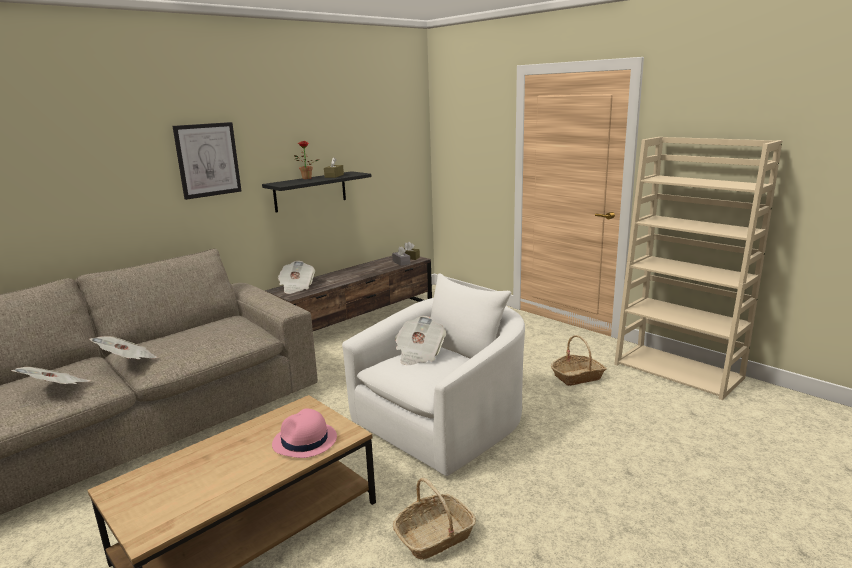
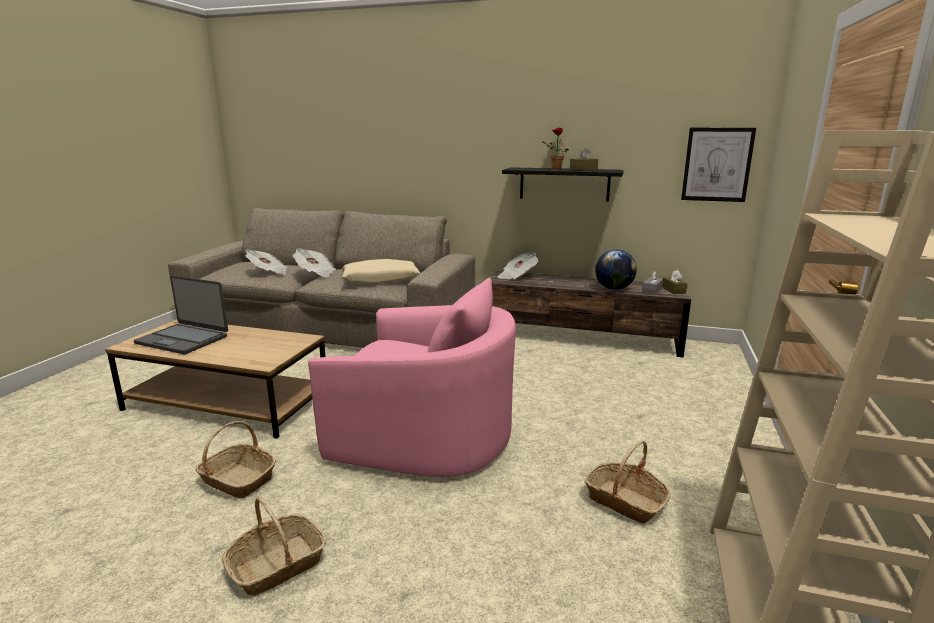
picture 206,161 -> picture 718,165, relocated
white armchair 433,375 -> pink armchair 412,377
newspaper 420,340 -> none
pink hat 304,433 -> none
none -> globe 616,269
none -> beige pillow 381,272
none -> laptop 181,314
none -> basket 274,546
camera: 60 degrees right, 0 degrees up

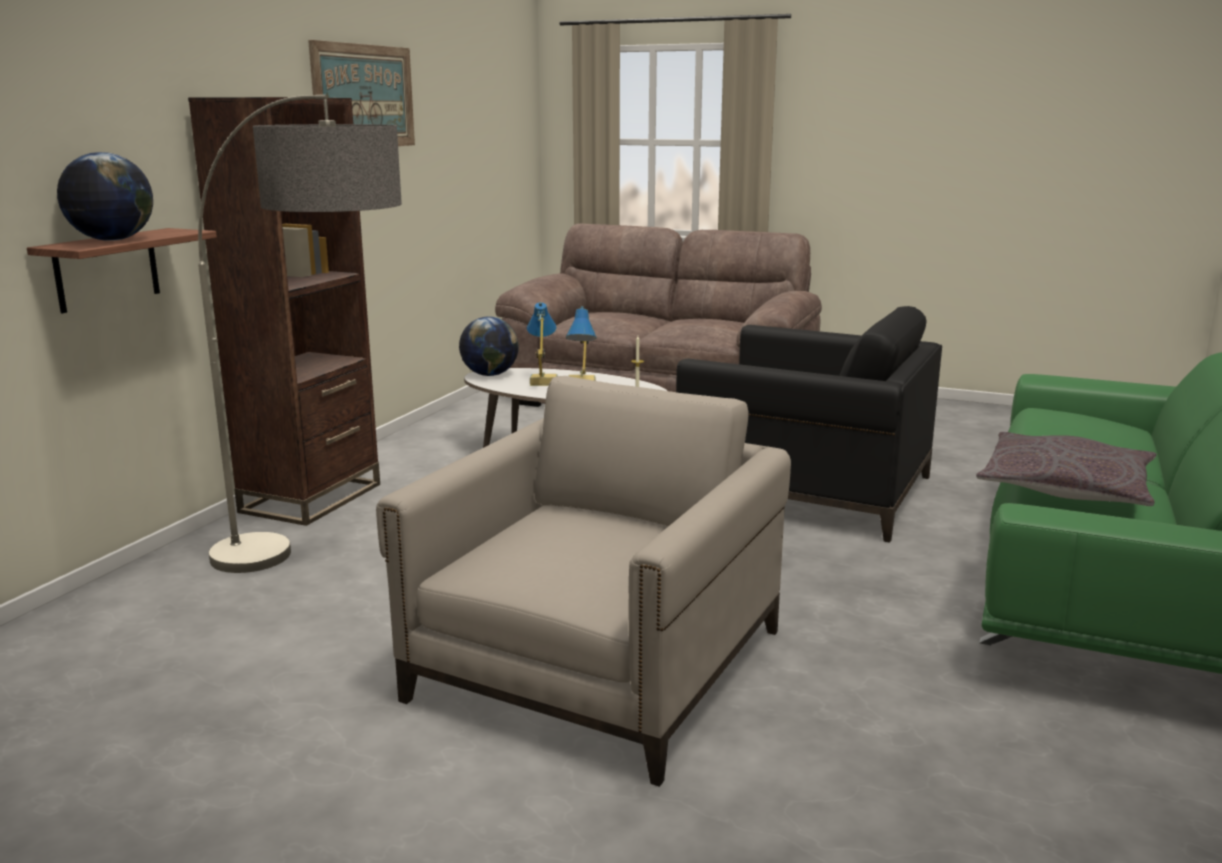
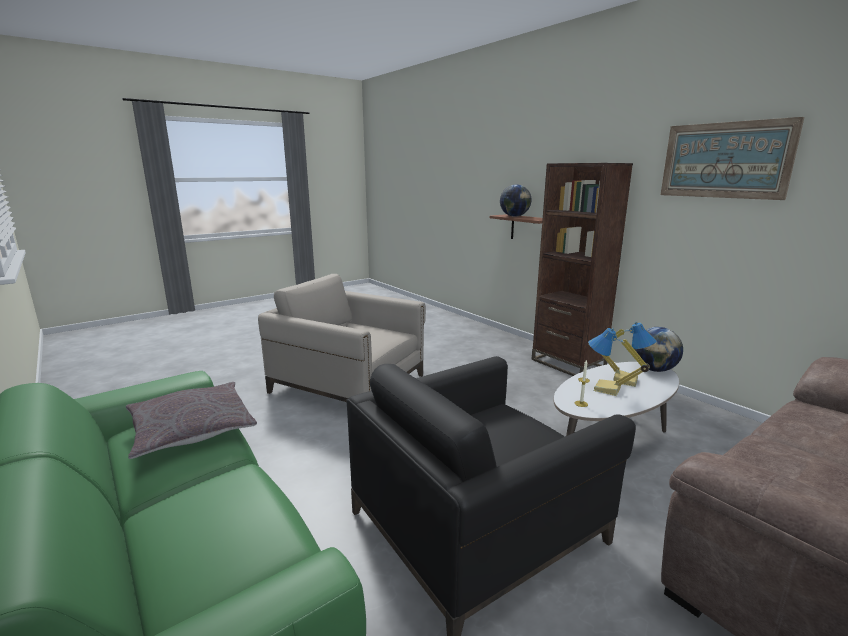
floor lamp 300,334 -> none
beige armchair 583,581 -> beige armchair 342,338, 150 degrees clockwise
camera: 120 degrees right, 0 degrees up

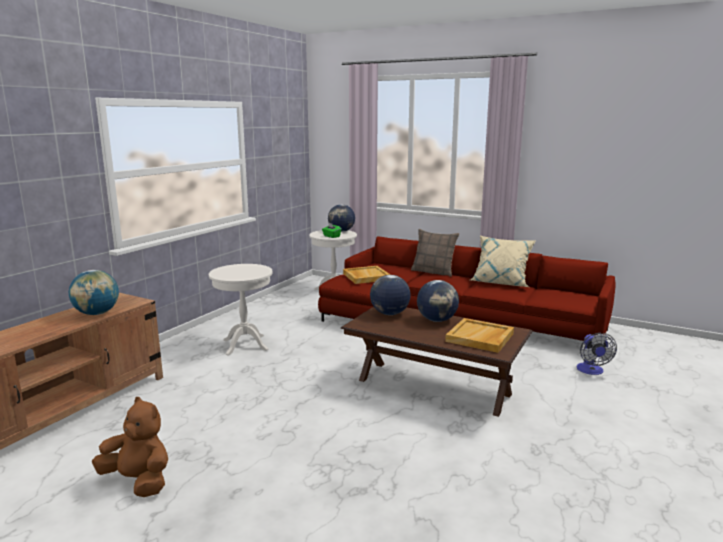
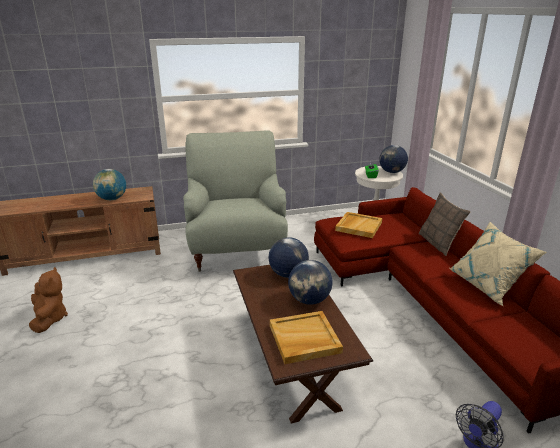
white side table 241,310 -> grey armchair 235,201
camera: 45 degrees right, 10 degrees up

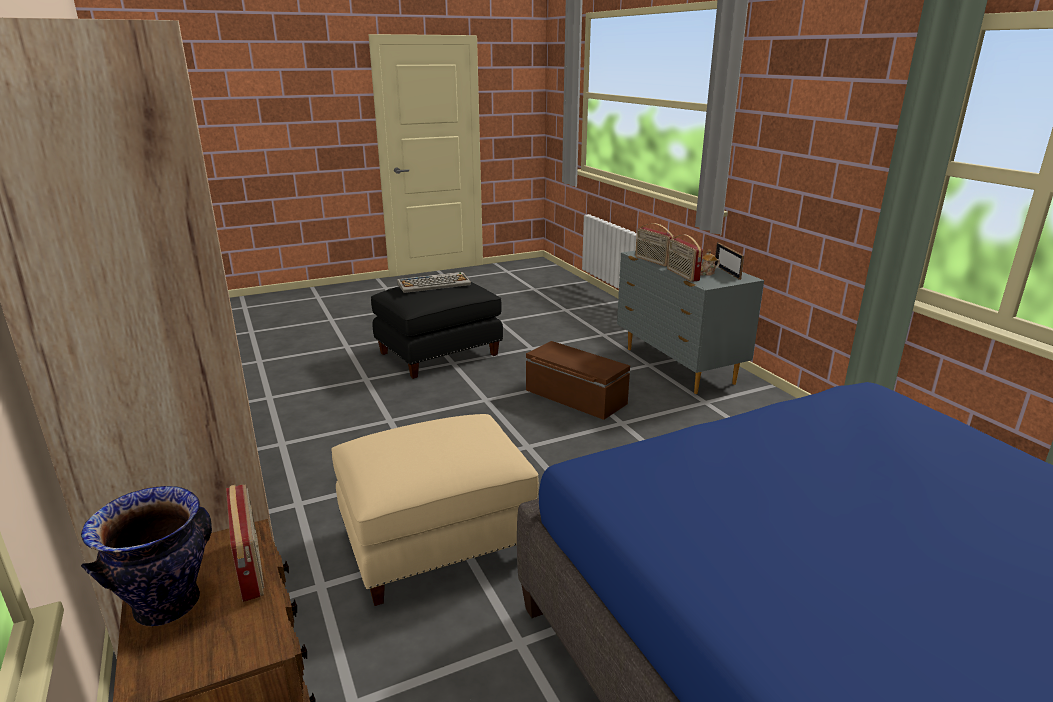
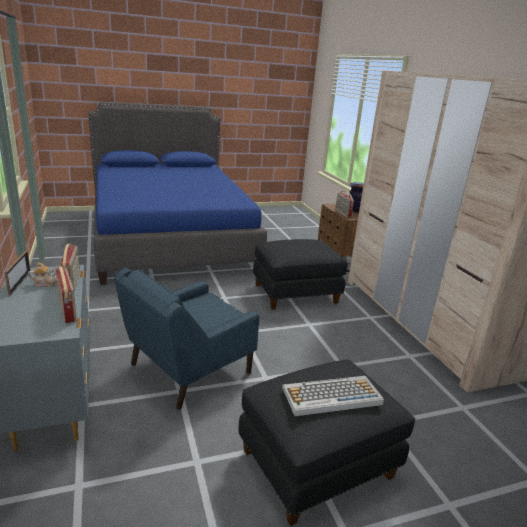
brown storage box 578,380 -> blue armchair 186,339
beige ottoman 435,510 -> black ottoman 300,274
camera: 175 degrees left, 0 degrees up

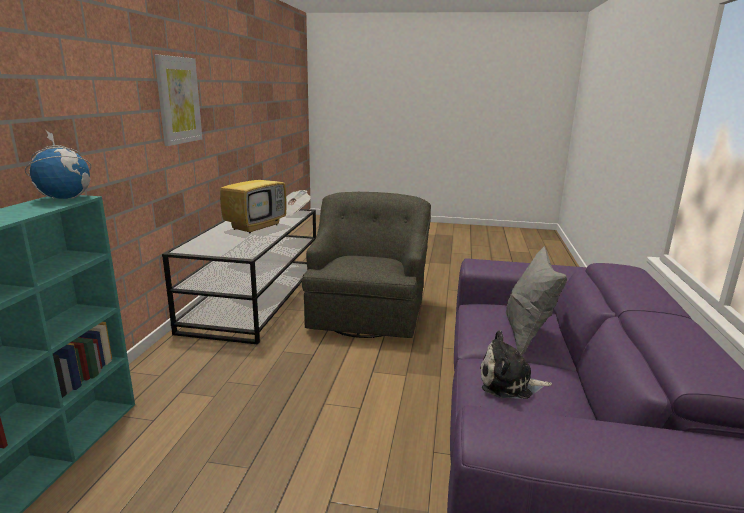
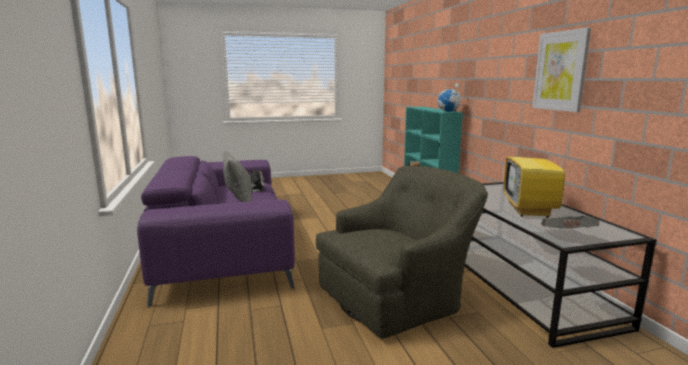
green armchair 366,265 -> green armchair 402,252, 105 degrees counterclockwise
camera: 155 degrees right, 5 degrees down

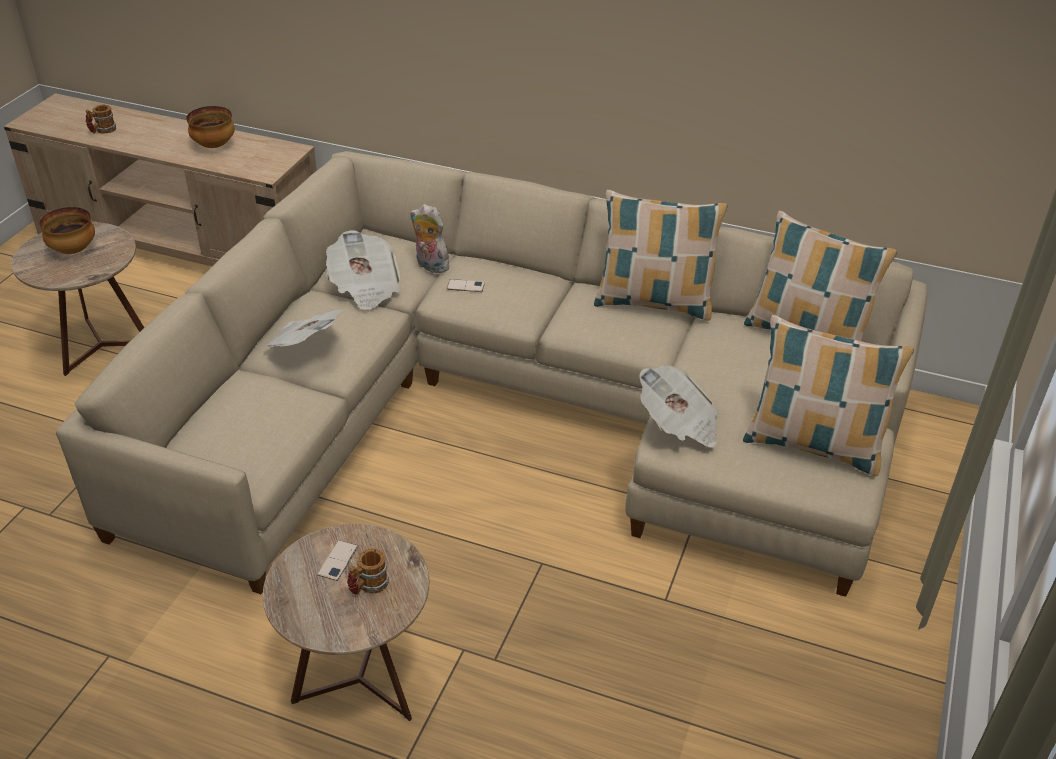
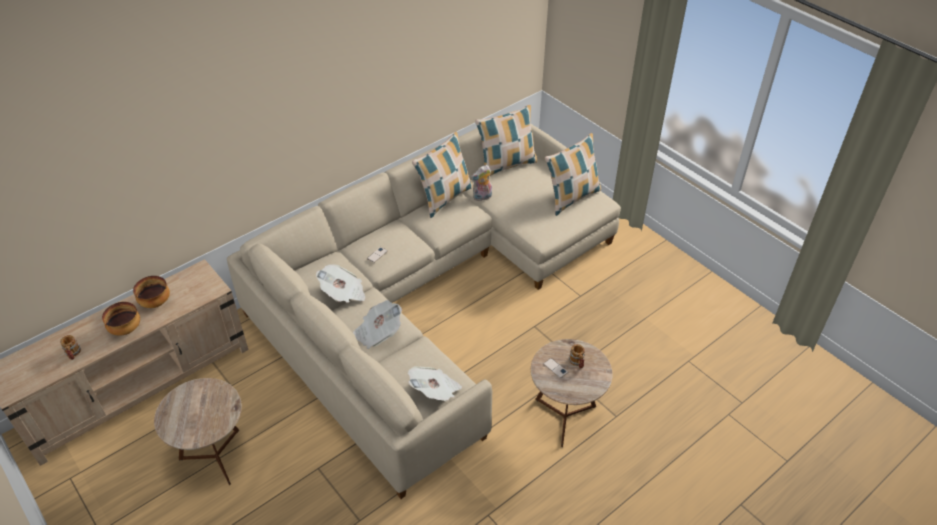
plush toy 432,238 -> plush toy 481,183, relocated
bowl 67,230 -> bowl 121,319, relocated
newspaper 679,406 -> newspaper 435,383, relocated
camera: 60 degrees left, 5 degrees up

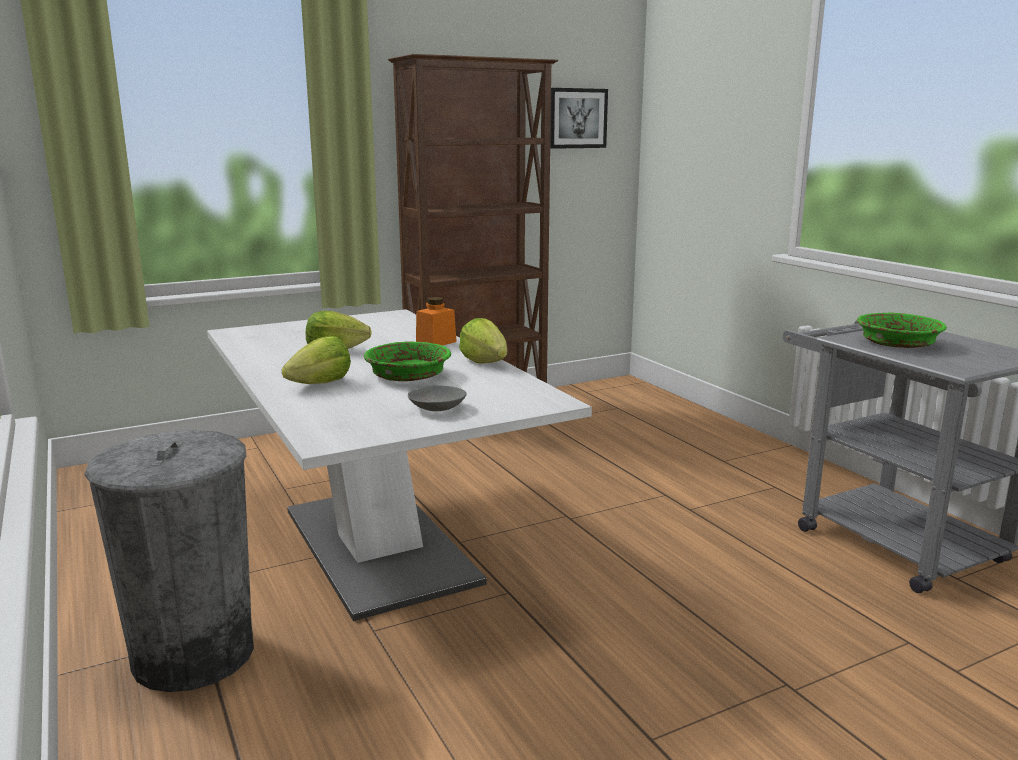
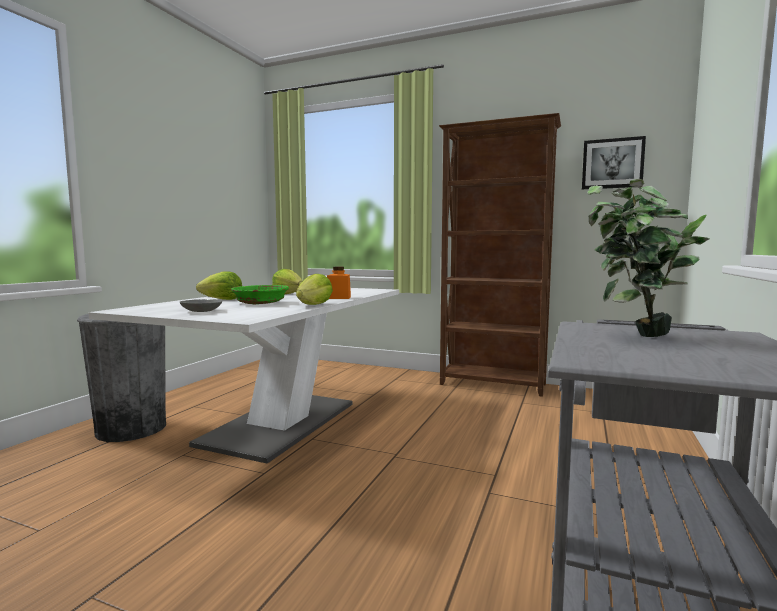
green bowl 902,330 -> potted plant 648,258
camera: 50 degrees right, 10 degrees down

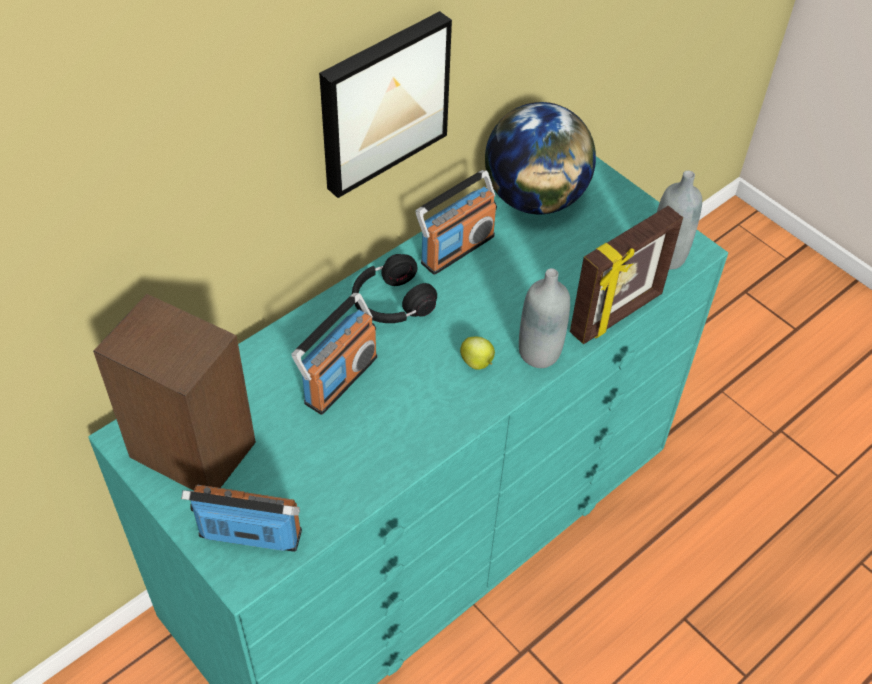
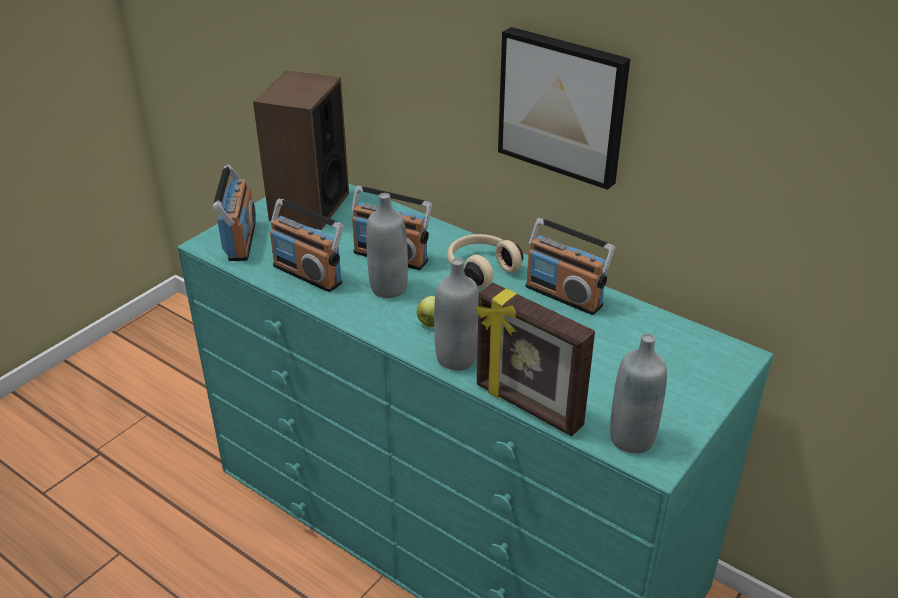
globe 540,158 -> none
black headphones 394,288 -> beige headphones 485,261
none -> grey bottle 387,245
none -> radio 307,245
camera: 80 degrees right, 15 degrees down

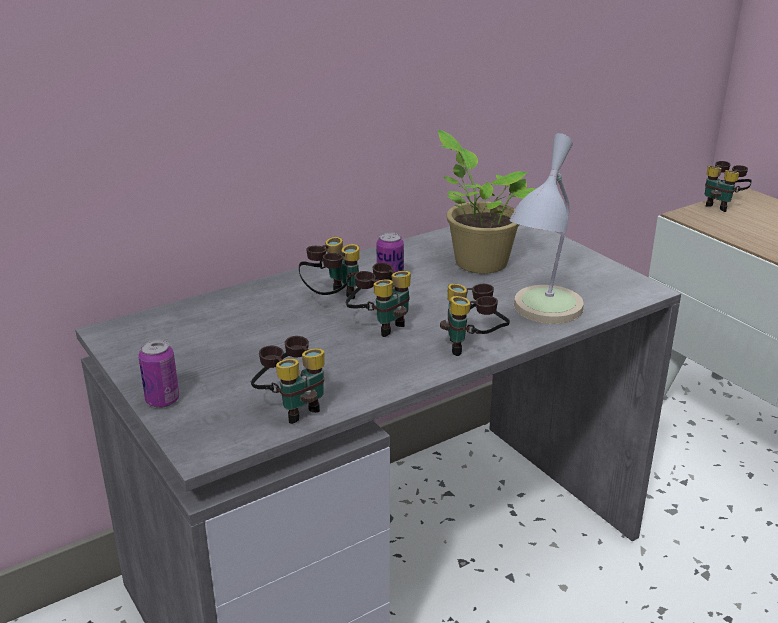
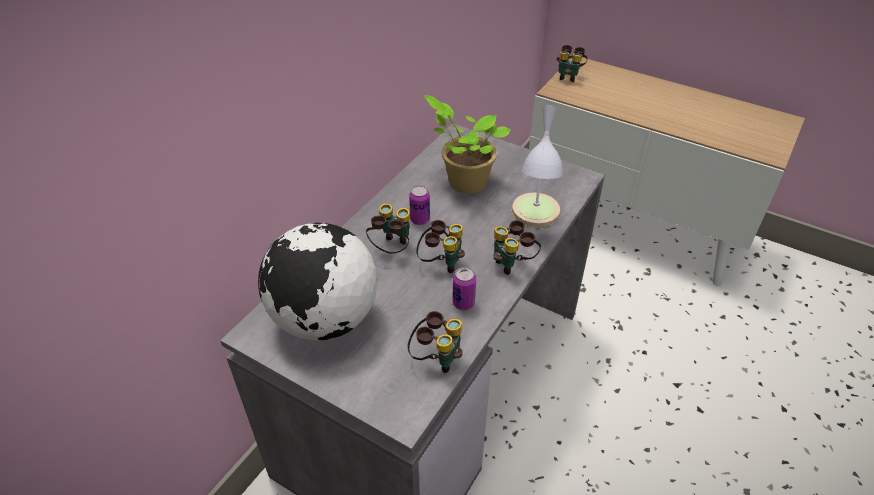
can 158,373 -> can 464,288, relocated
none -> globe 317,282
camera: 25 degrees left, 15 degrees up

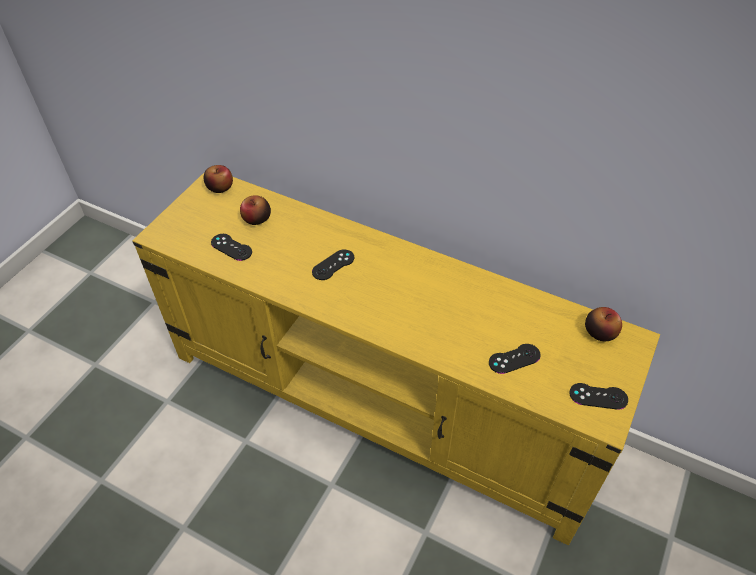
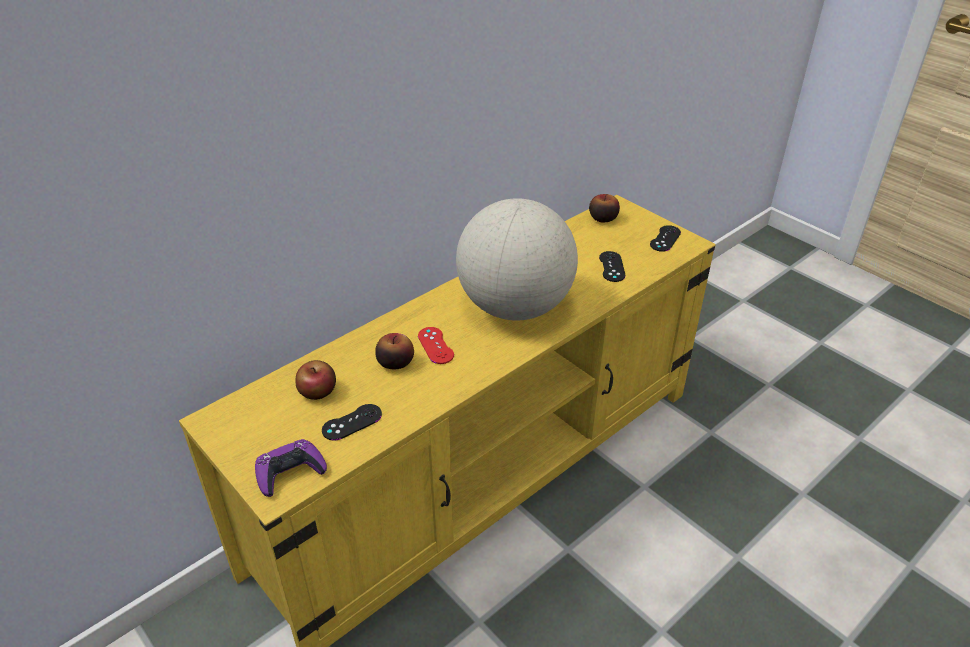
apple 218,179 -> apple 394,351, relocated
black game controller 333,264 -> red game controller 436,345
none -> globe 517,259
none -> purple game controller 291,468
camera: 70 degrees left, 10 degrees down

